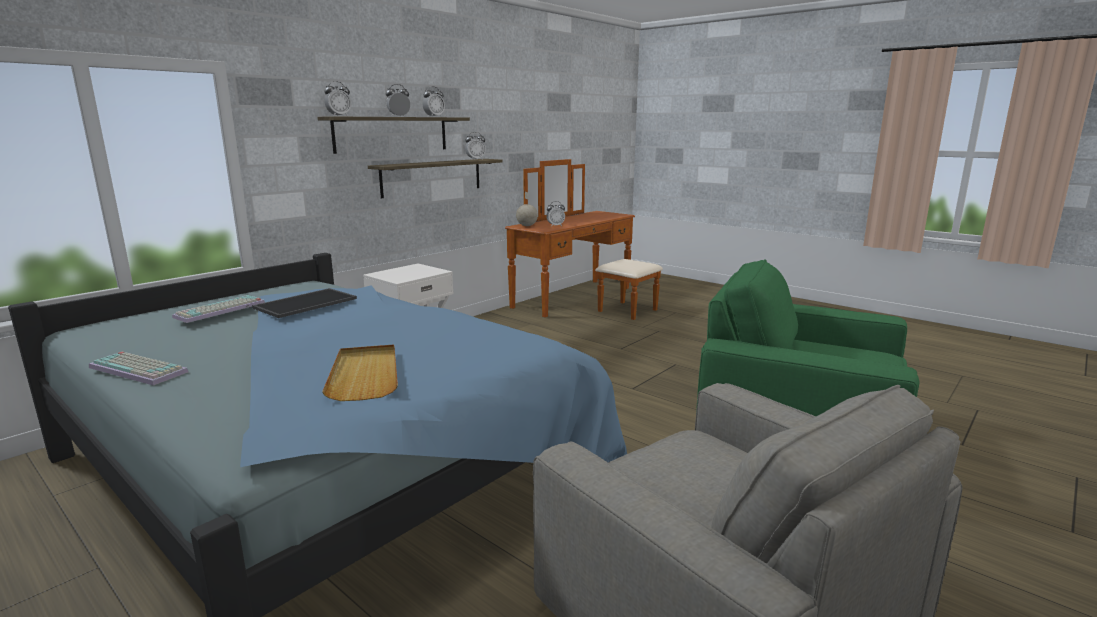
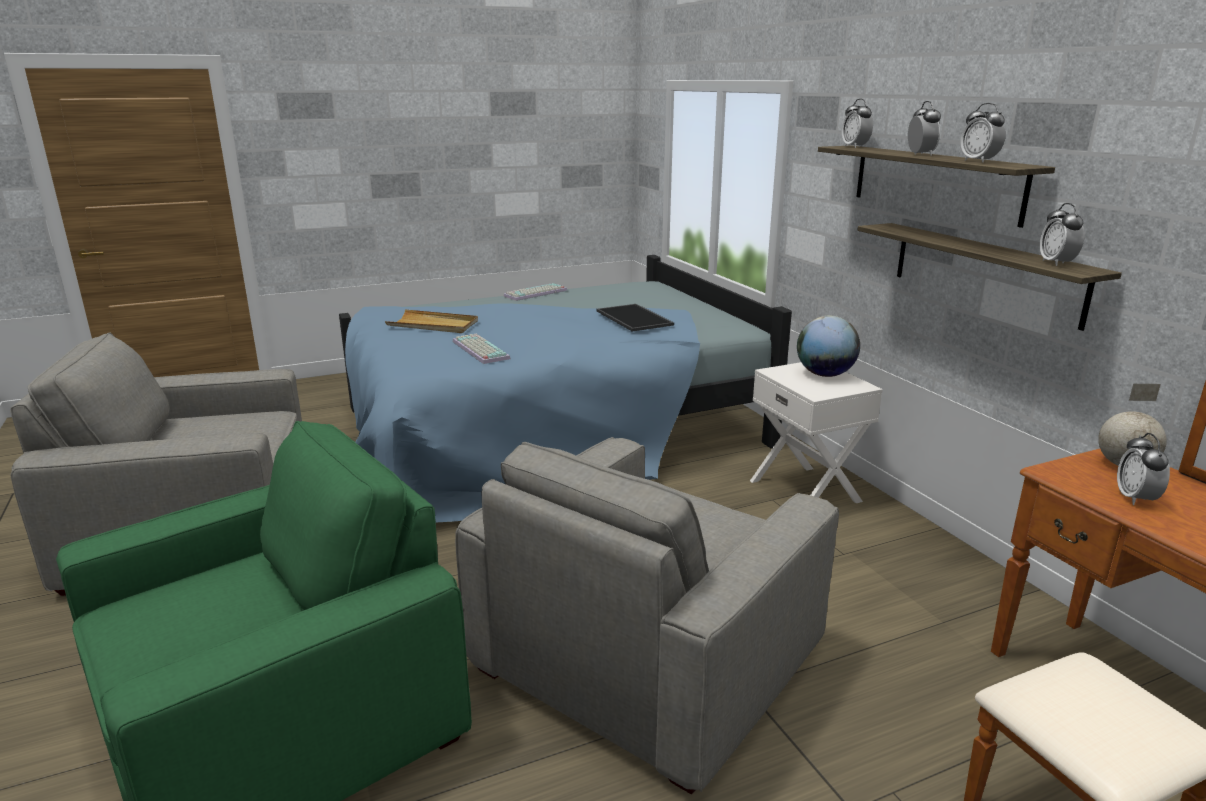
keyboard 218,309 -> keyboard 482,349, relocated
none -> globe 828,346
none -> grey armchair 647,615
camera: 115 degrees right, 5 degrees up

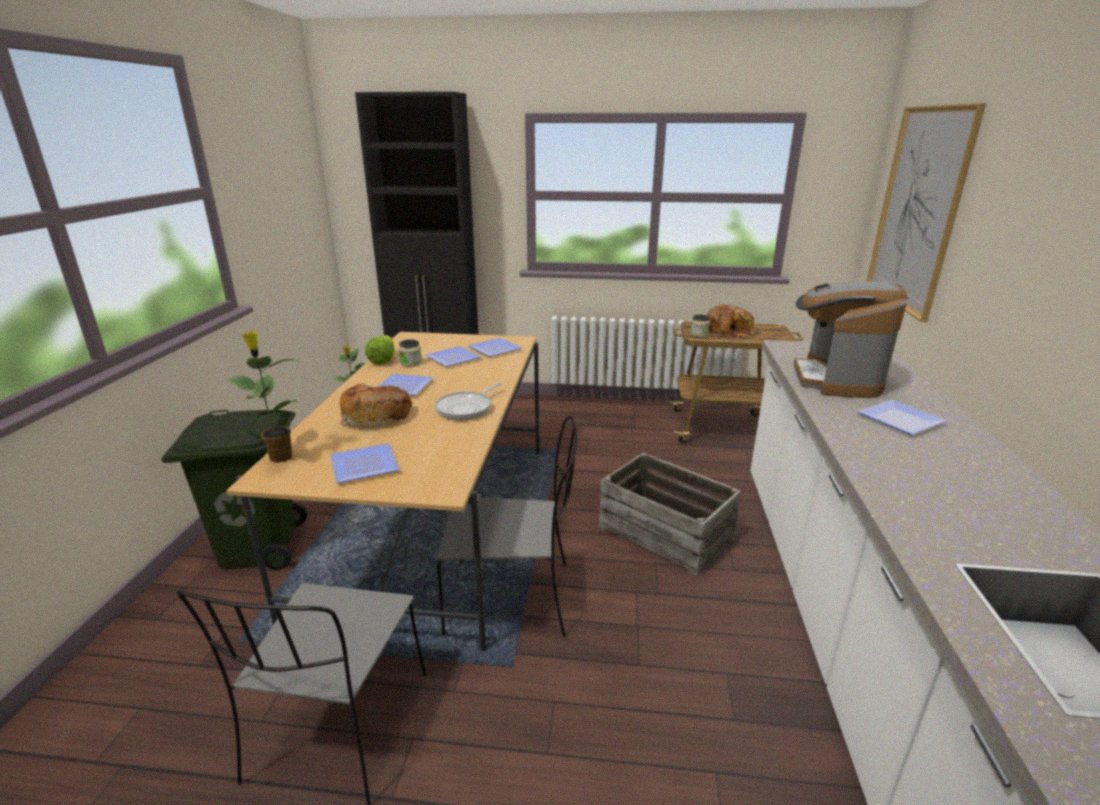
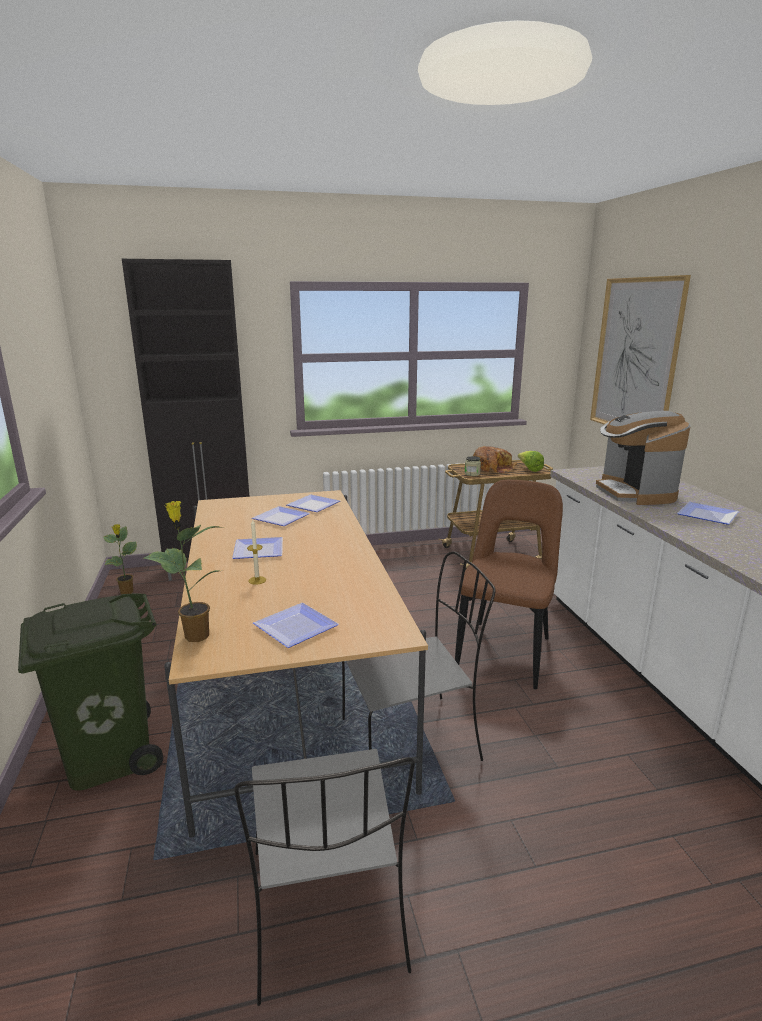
lettuce 380,350 -> lettuce 531,461, relocated
jar 410,353 -> none
frying pan 468,401 -> none
bread 376,405 -> candle 256,552
crate 669,514 -> brown chair 509,584
camera: 20 degrees left, 5 degrees down

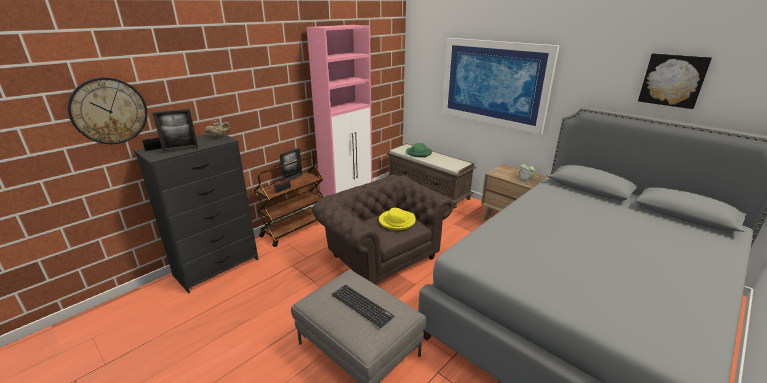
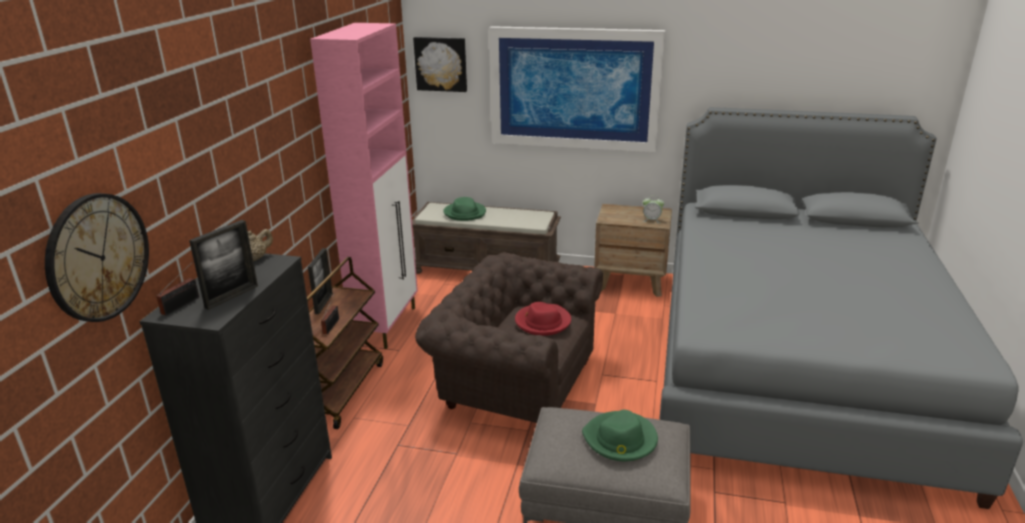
picture 675,81 -> picture 440,64, relocated
yellow hat 397,219 -> red hat 543,319
keyboard 363,306 -> green hat 620,435
camera: 30 degrees left, 0 degrees up

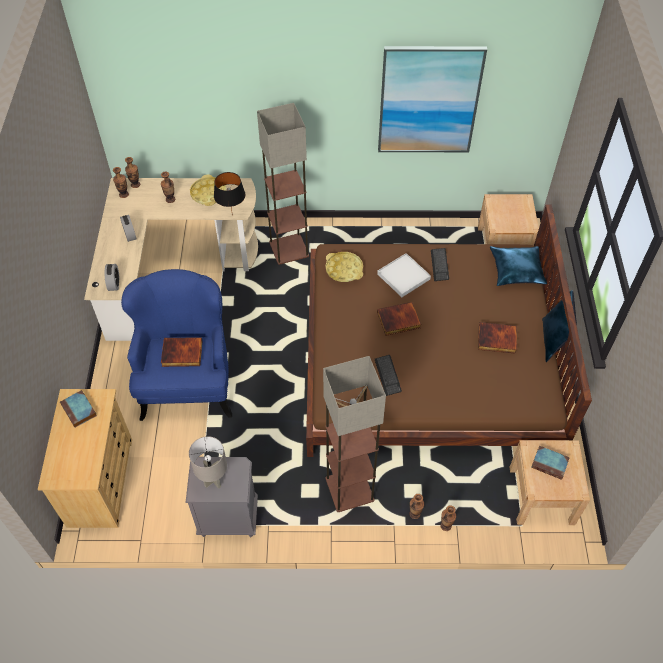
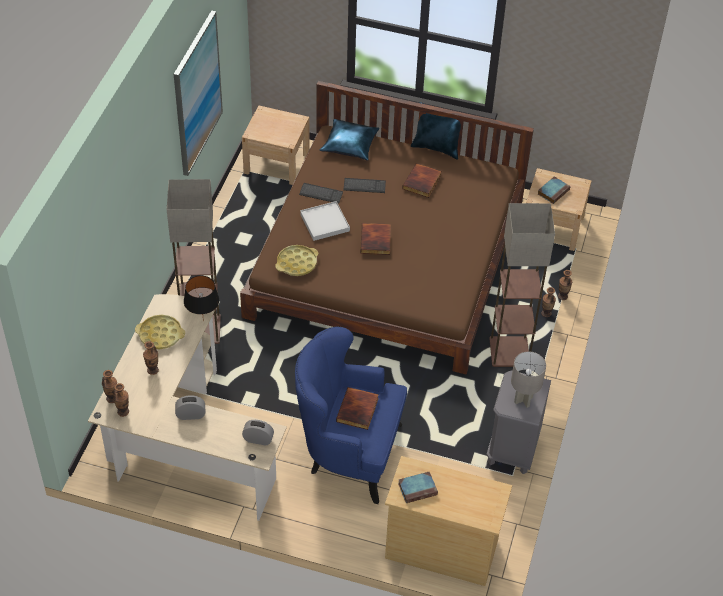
keyboard 388,375 -> keyboard 365,185, relocated
camera: 75 degrees left, 5 degrees down

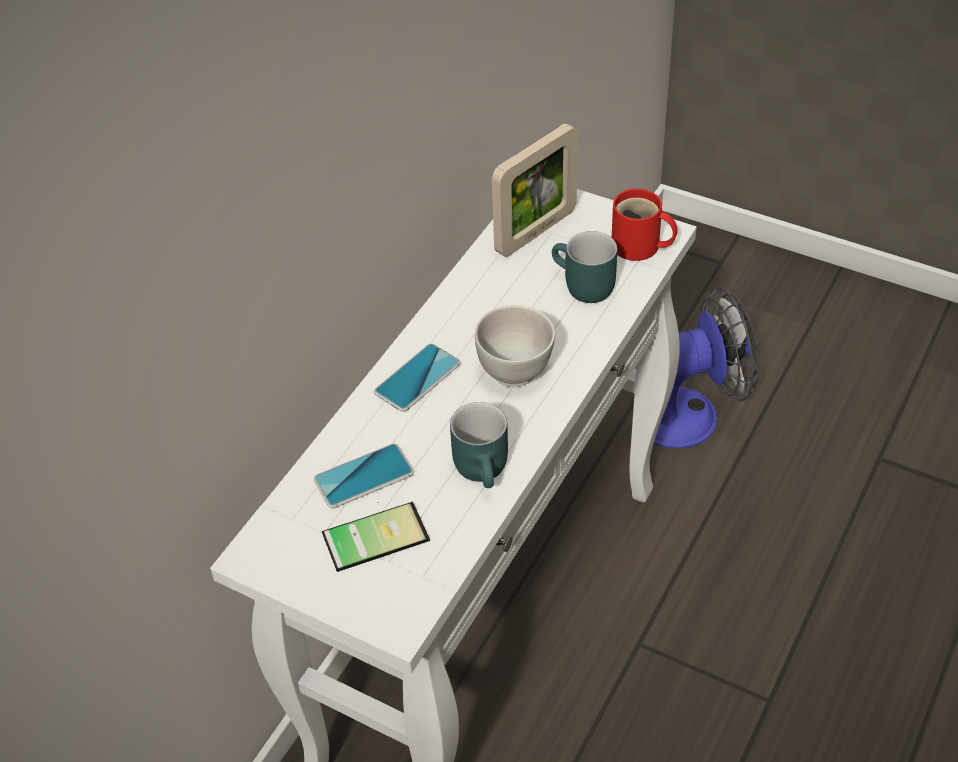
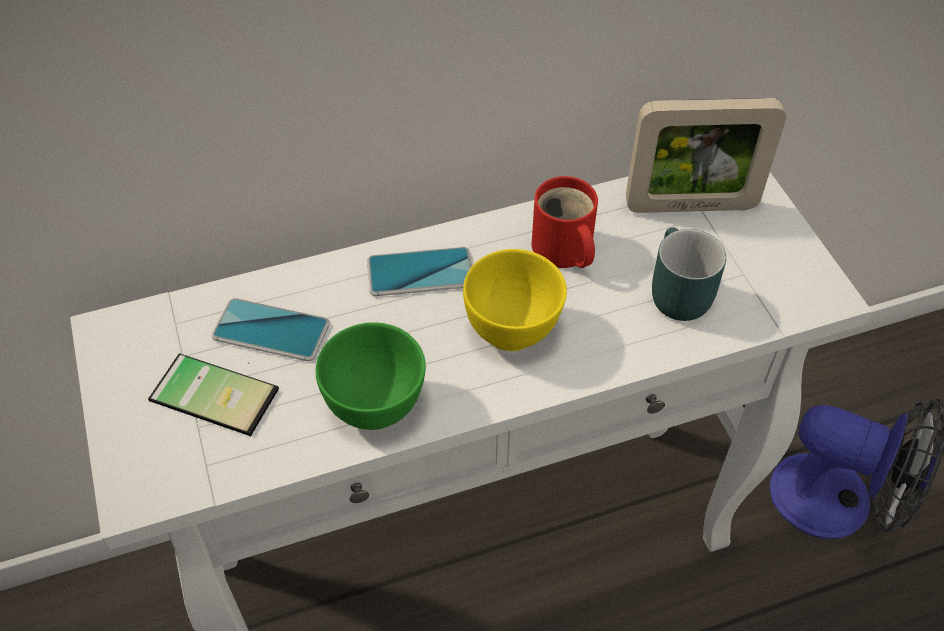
red mug 645,225 -> red mug 564,222, relocated
white bowl 515,346 -> yellow bowl 515,300
turquoise mug 479,445 -> green bowl 371,376
camera: 40 degrees right, 5 degrees up

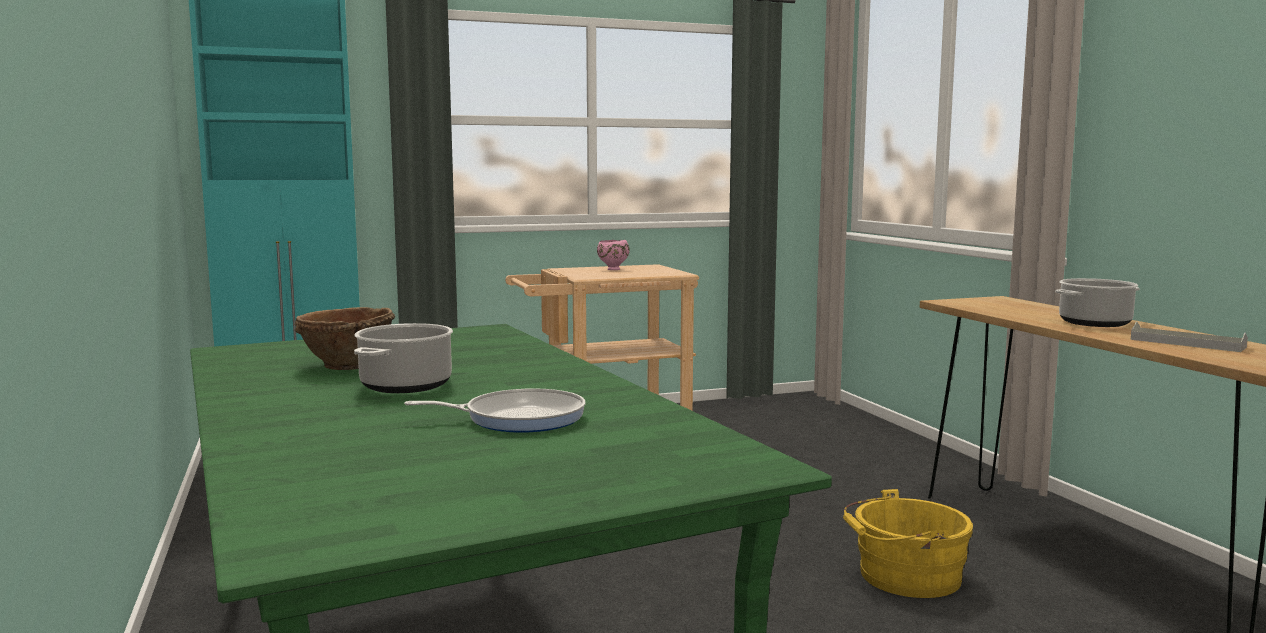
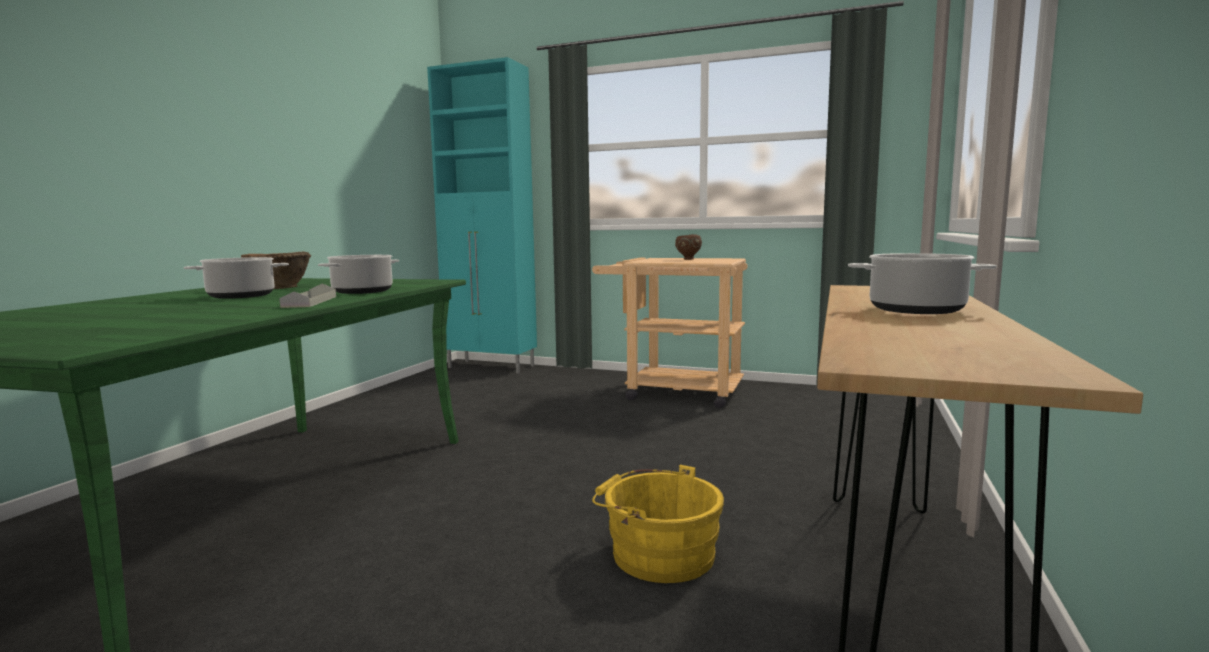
pink bowl 613,255 -> brown bowl 688,247
grey tray 1189,337 -> grey tray 307,295, relocated
frying pan 494,411 -> none
none -> cooking pot 358,274
camera: 40 degrees right, 0 degrees up

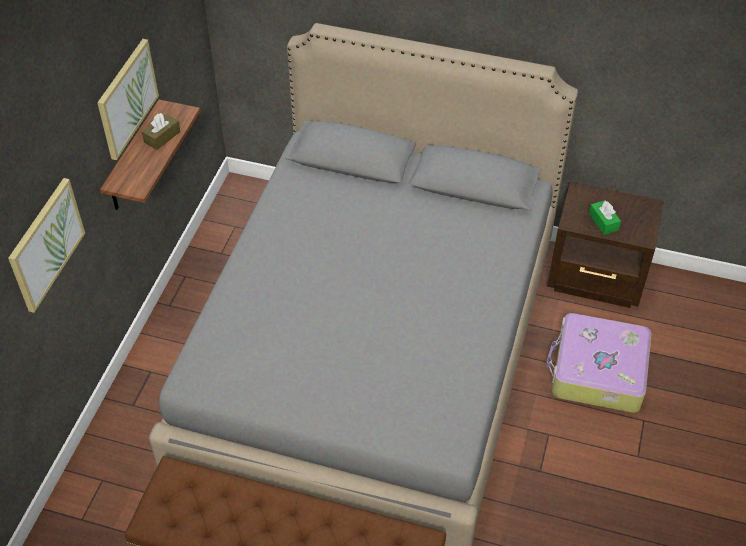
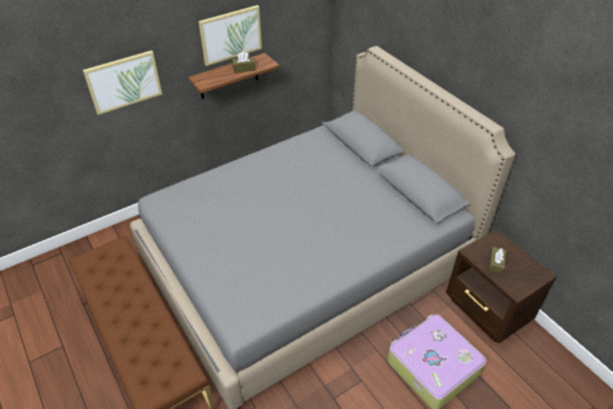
green tissue box 605,217 -> brown tissue box 497,261
camera: 40 degrees right, 5 degrees down

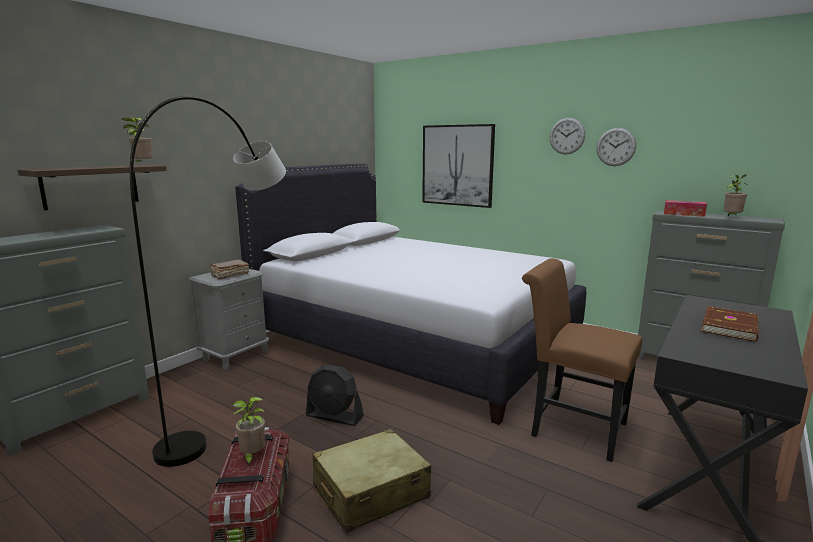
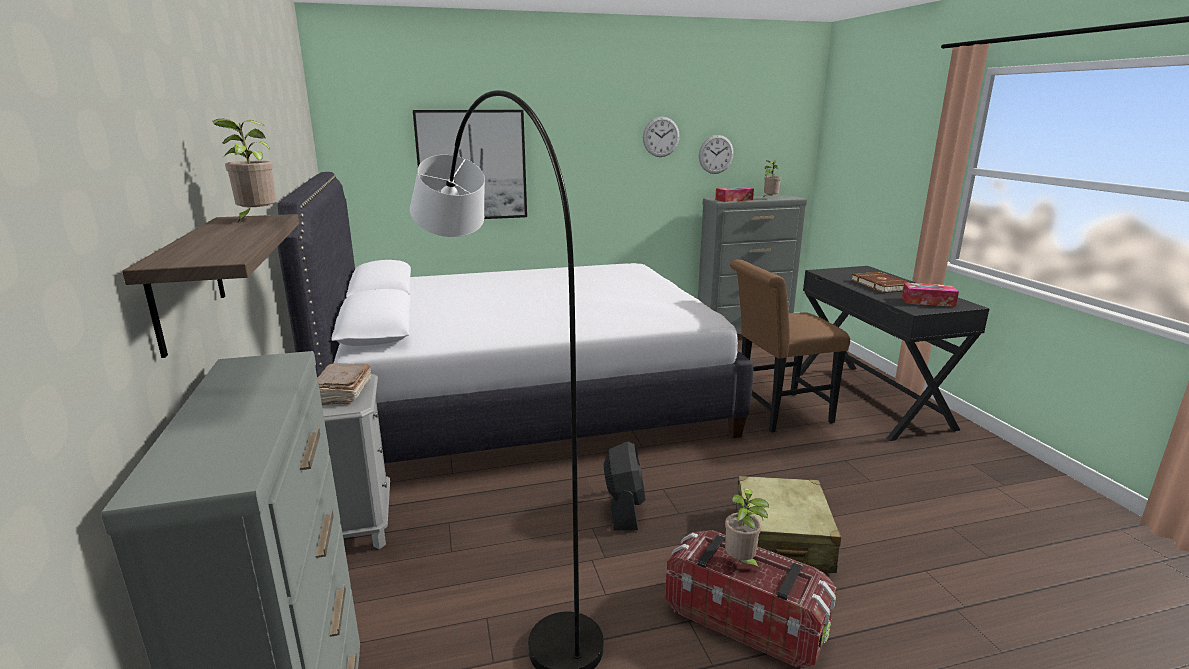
wall clock 567,136 -> wall clock 716,154, relocated
black fan 335,395 -> black fan 625,485, 60 degrees counterclockwise
none -> tissue box 930,295
camera: 50 degrees left, 5 degrees up

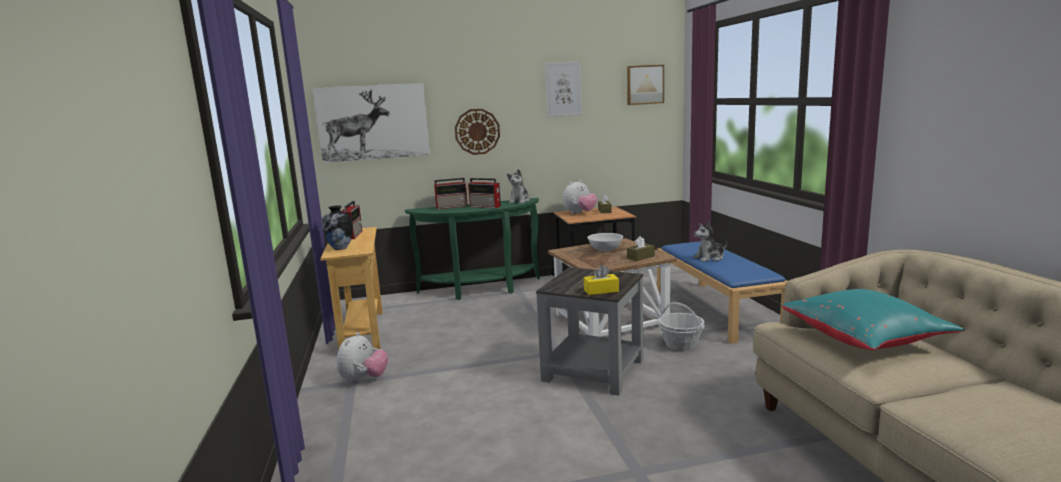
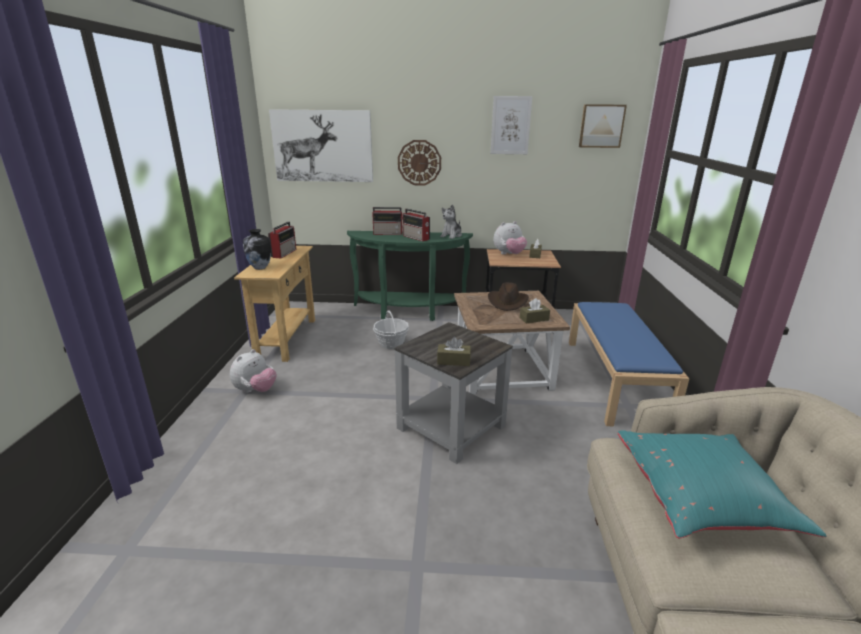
plush toy 710,241 -> none
white bowl 605,242 -> brown hat 508,296
yellow tissue box 601,280 -> brown tissue box 454,351
basket 681,326 -> basket 391,329, relocated
camera: 15 degrees right, 10 degrees up

